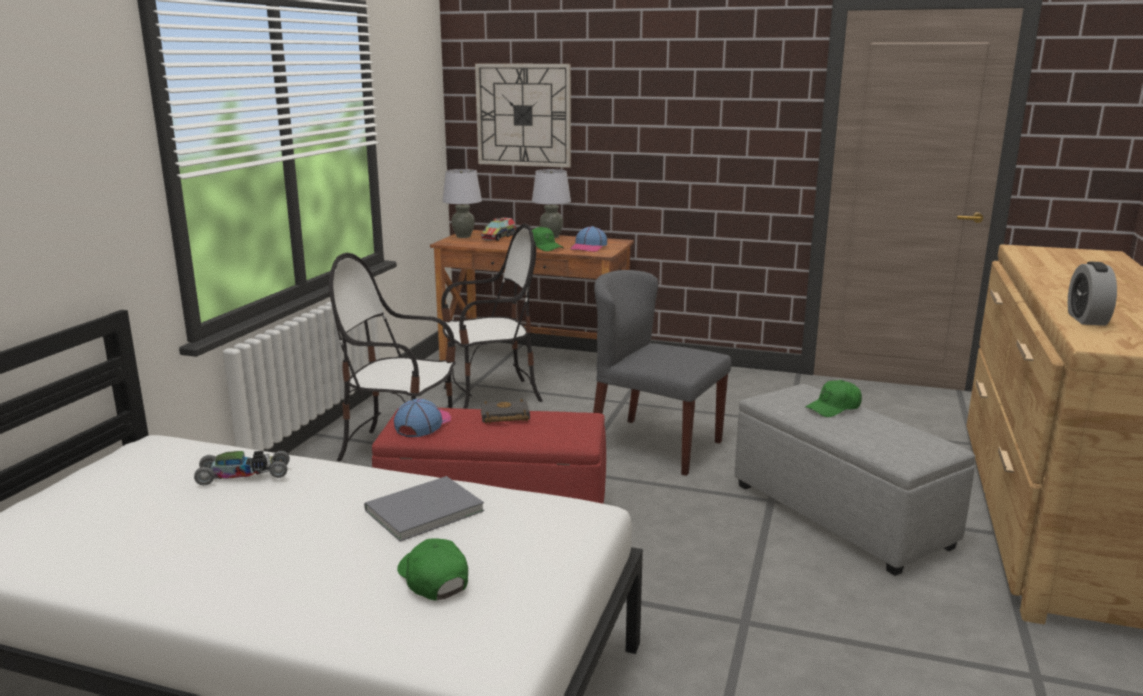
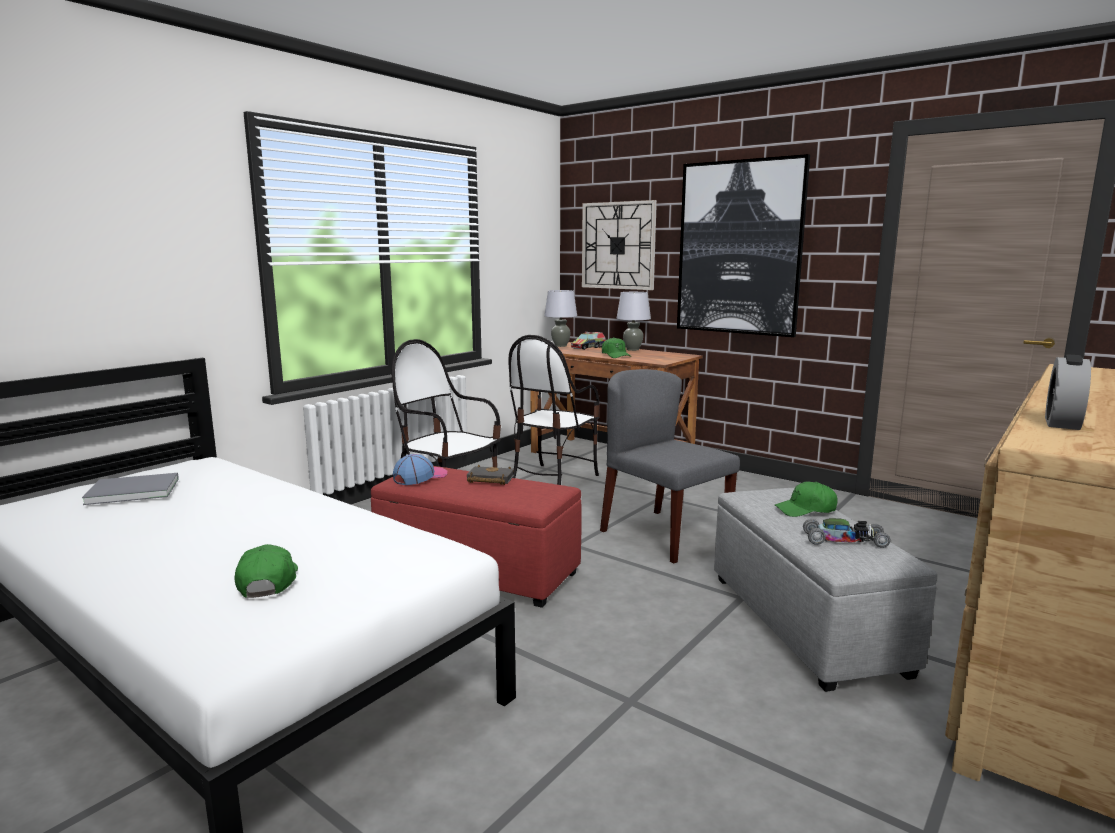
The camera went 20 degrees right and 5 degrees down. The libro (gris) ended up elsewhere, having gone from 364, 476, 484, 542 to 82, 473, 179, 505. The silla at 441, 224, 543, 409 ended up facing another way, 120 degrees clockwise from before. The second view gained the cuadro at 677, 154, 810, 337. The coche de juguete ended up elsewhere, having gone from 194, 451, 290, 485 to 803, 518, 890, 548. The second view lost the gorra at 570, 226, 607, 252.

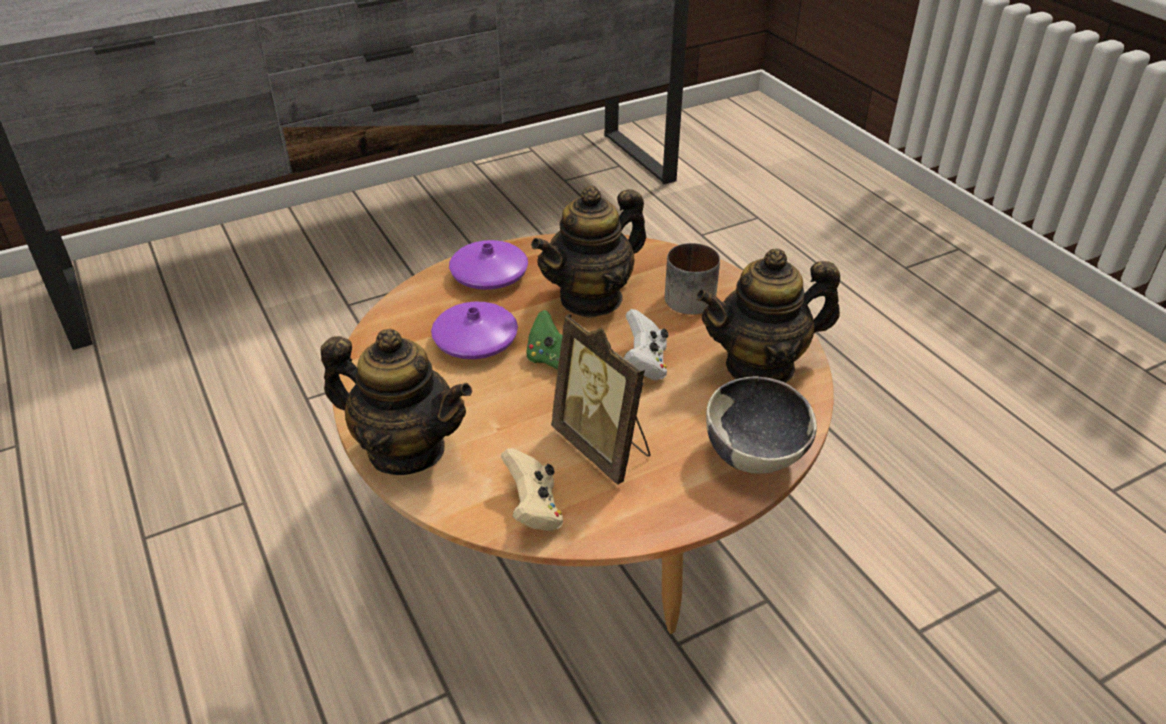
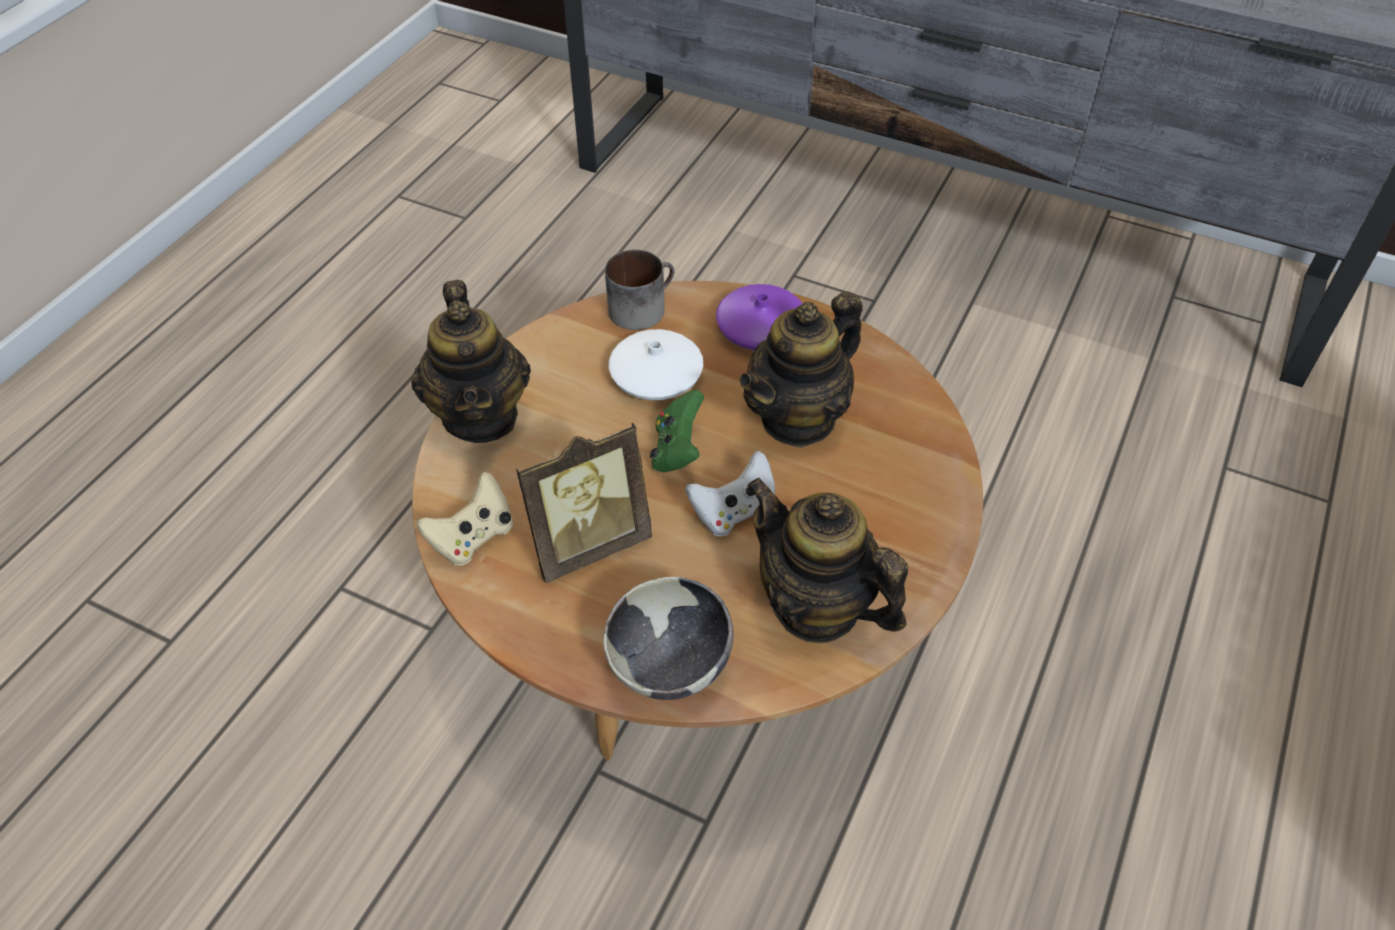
The camera went 55 degrees right and 10 degrees up. The portarretratos at 551, 314, 651, 485 ended up facing another way, 135 degrees counterclockwise from before. The taza grande ended up elsewhere, having gone from 665, 243, 720, 314 to 605, 249, 675, 330. What was the florero (morado) at 431, 302, 518, 359 turned into the florero (blanco) at 609, 329, 703, 400. The tetera at 531, 186, 646, 318 ended up facing another way, 60 degrees counterclockwise from before.

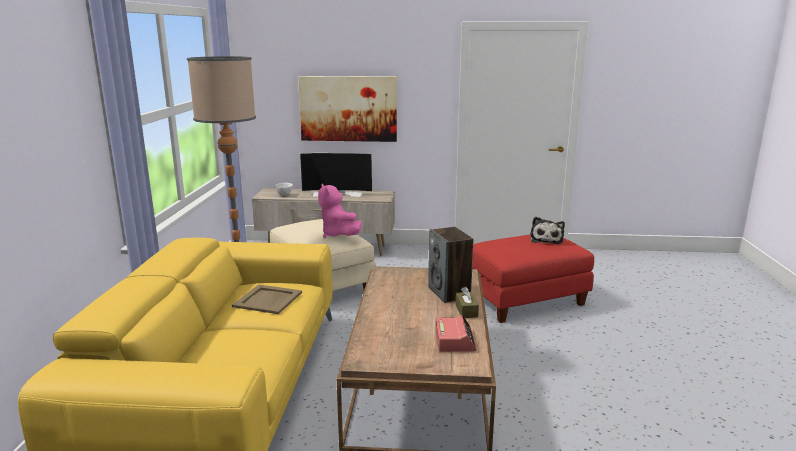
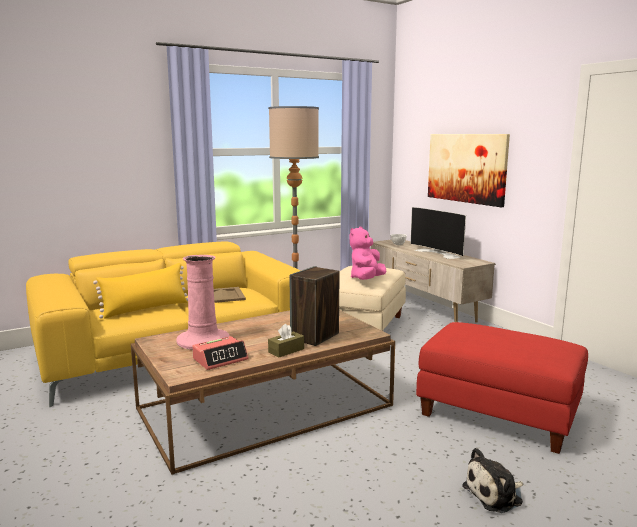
The camera went 55 degrees right and 5 degrees down. The second view gained the cojín (amarillo) at 93, 263, 188, 319. The second view gained the florero (rosa) at 176, 255, 229, 350. The peluche ended up elsewhere, having gone from 530, 217, 565, 244 to 462, 448, 524, 513.

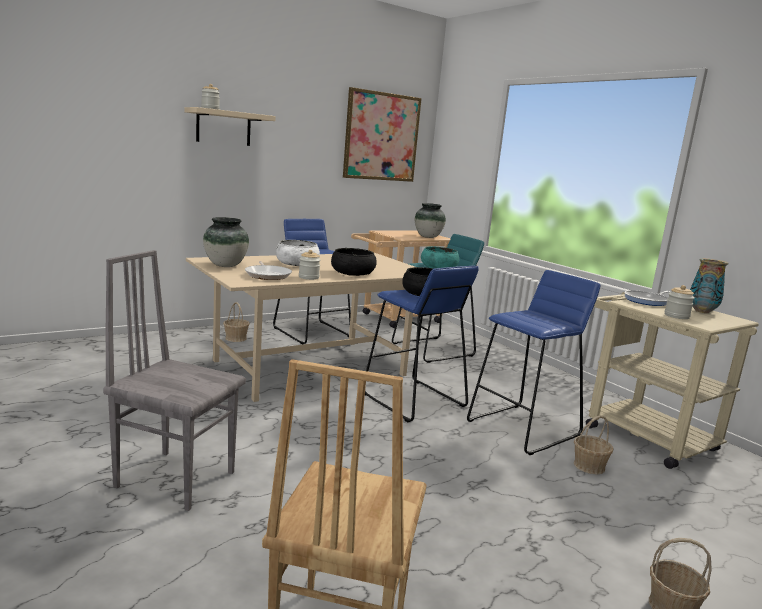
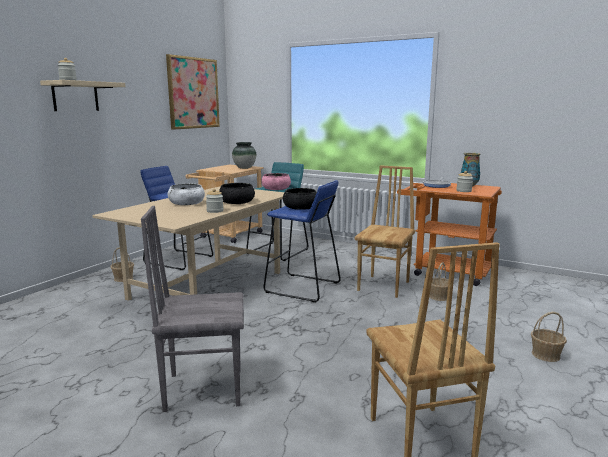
The camera went 25 degrees left and 0 degrees up. What was the cuenco (turquesa) at 421, 246, 459, 268 turned into the cuenco (rosa) at 261, 173, 291, 190. Where the taburete (azul) stood at 467, 270, 601, 455, the silla (marrón) came to stand at 355, 165, 415, 298. What was the carrito (beis) at 586, 292, 759, 469 turned into the carrito (naranja) at 397, 183, 502, 286. The second view lost the florero at 203, 217, 249, 267. The second view lost the sartén at 245, 261, 292, 280.

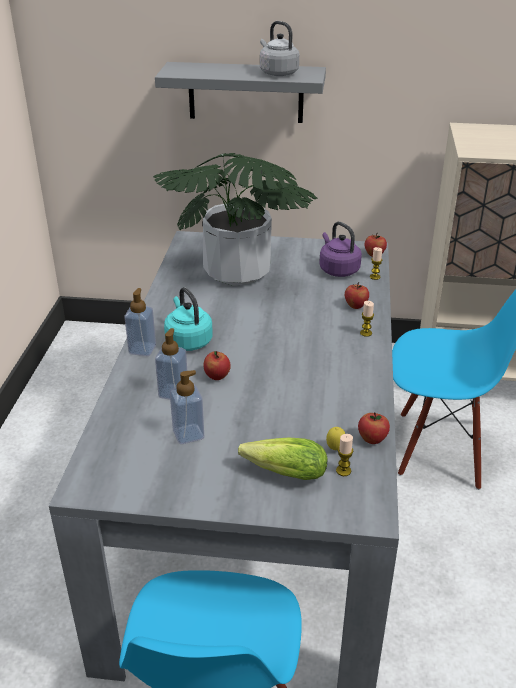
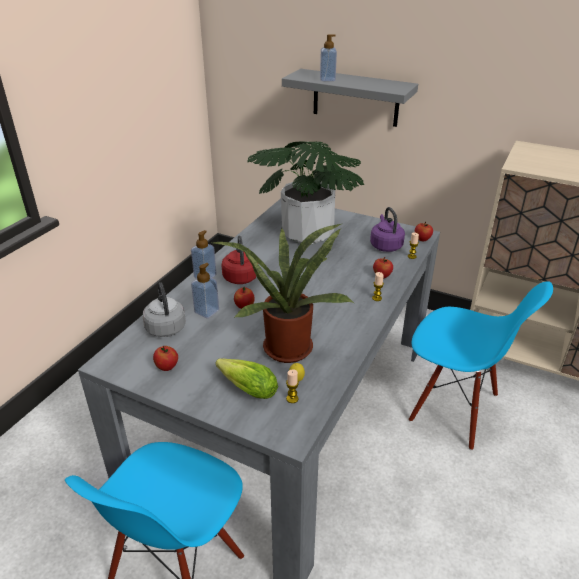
The camera went 20 degrees right and 0 degrees up. The hervidor (gris) ended up elsewhere, having gone from 260, 21, 299, 76 to 143, 282, 186, 337. The manzana ended up elsewhere, having gone from 358, 412, 390, 444 to 153, 346, 178, 371. The second view gained the planta en maceta at 210, 224, 354, 363. What was the hervidor (turquesa) at 164, 287, 213, 351 turned into the hervidor (rojo) at 221, 236, 257, 284. The dispensador de jabón ended up elsewhere, having gone from 170, 370, 204, 444 to 320, 34, 337, 81.

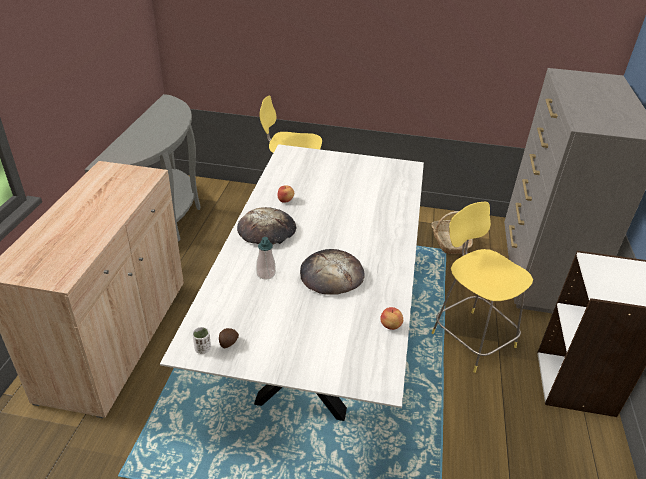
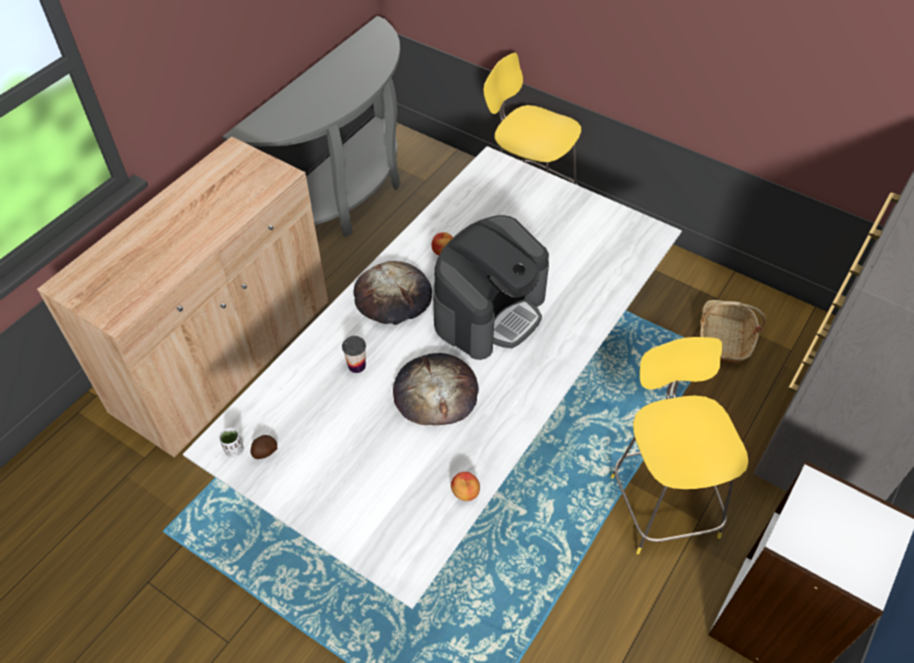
The camera went 25 degrees right and 15 degrees up. Where the dispensador de jabón stood at 256, 237, 276, 280, the taza came to stand at 342, 336, 366, 373. The second view gained the cafetera at 433, 215, 549, 360.

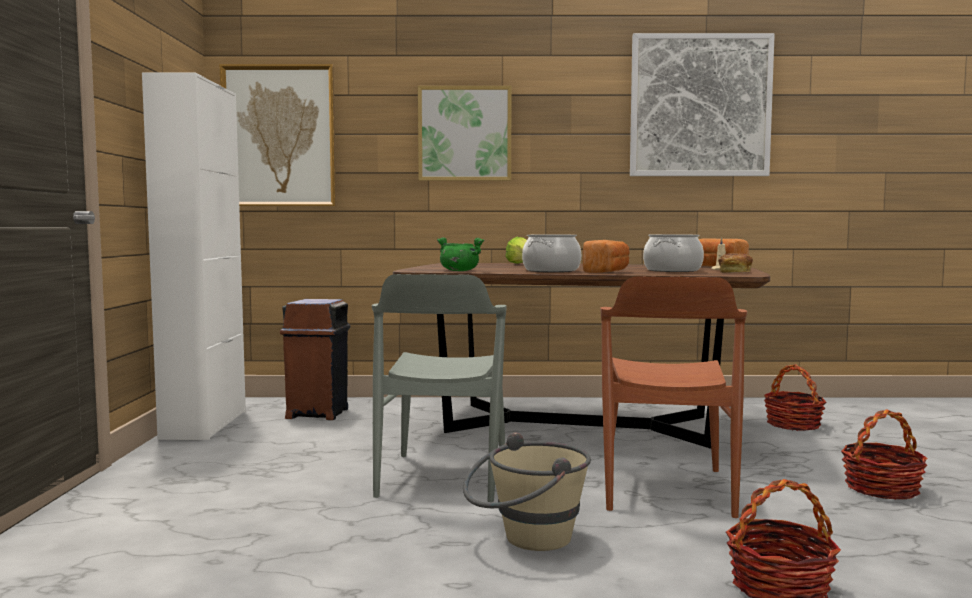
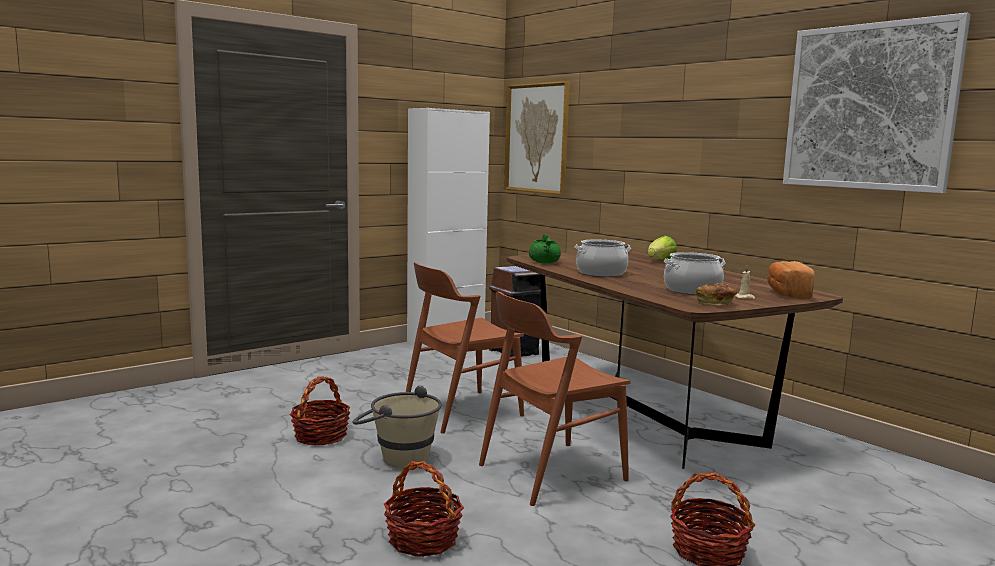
The camera went 50 degrees right and 5 degrees up. The cesta ended up elsewhere, having gone from 764, 364, 826, 431 to 290, 376, 350, 446. What was the silla (gris) at 372, 274, 507, 502 turned into the silla (marrón) at 406, 263, 524, 434. The second view lost the cuadro at 418, 86, 512, 181. The second view lost the pan at 583, 240, 630, 273.

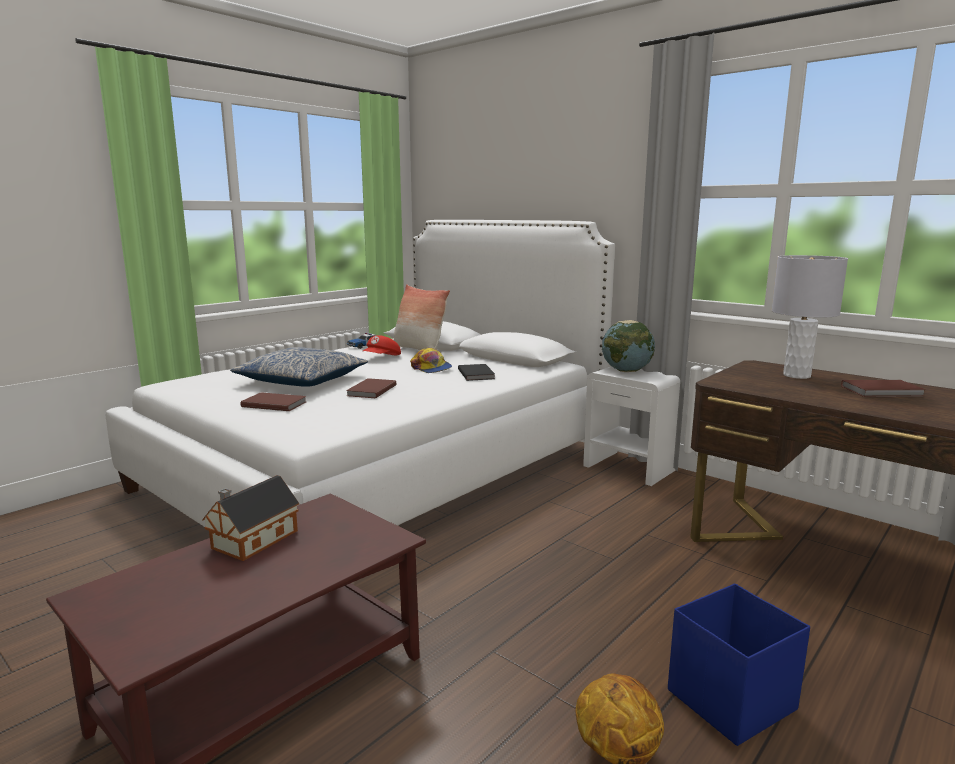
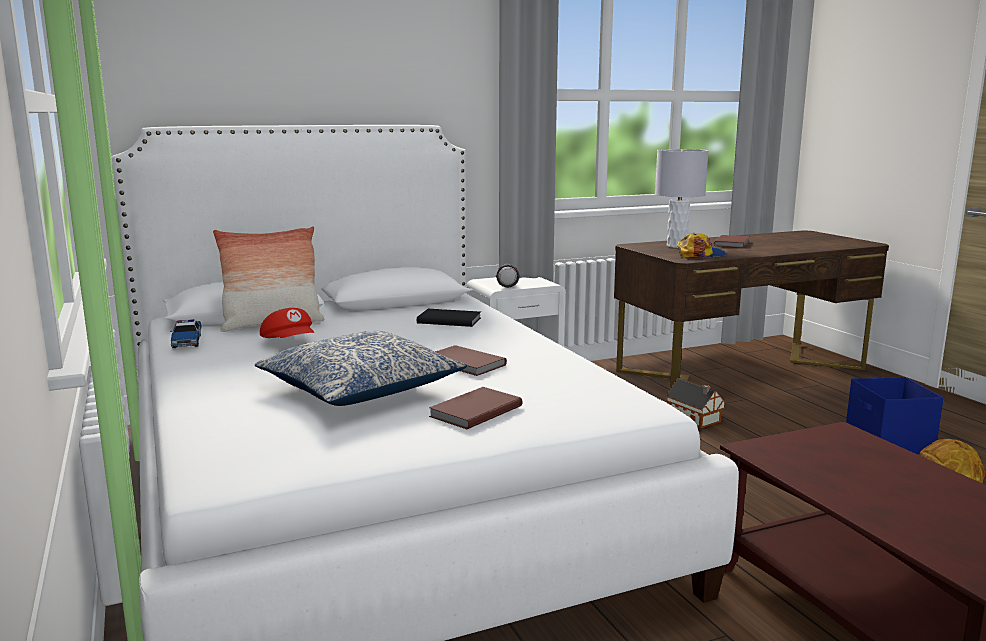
The camera went 65 degrees left and 0 degrees up. Where the globo terráqueo stood at 602, 320, 655, 372, the linterna came to stand at 496, 264, 520, 288. The casita ended up elsewhere, having gone from 202, 475, 299, 561 to 666, 378, 726, 428. The gorra ended up elsewhere, having gone from 410, 348, 452, 373 to 677, 233, 726, 258.

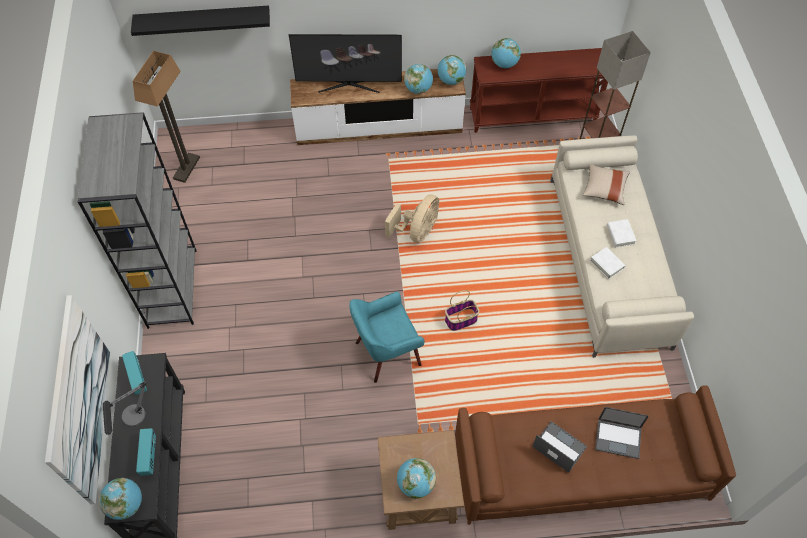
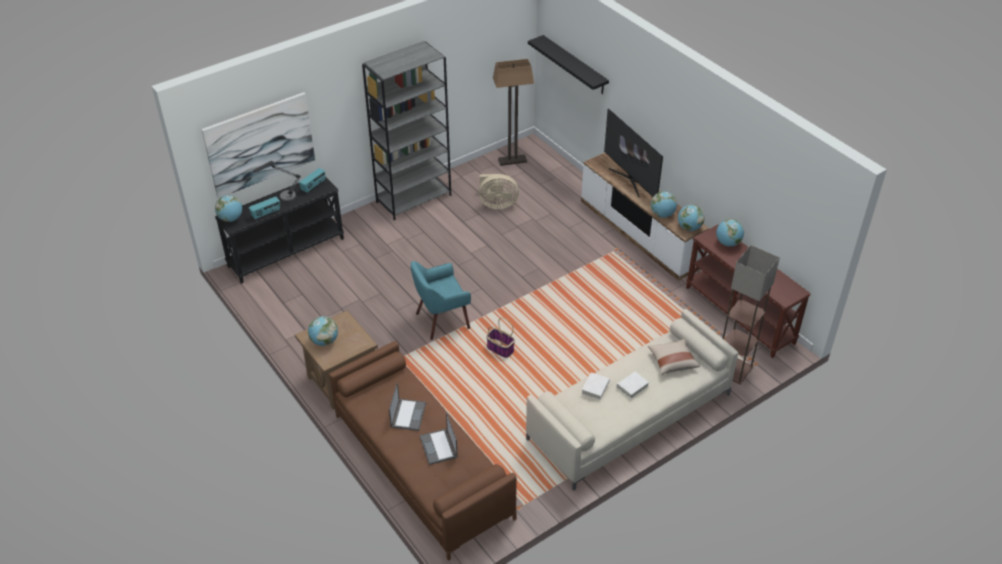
The camera went 60 degrees right and 15 degrees down. The sillón (turquesa) at 349, 291, 425, 383 ended up facing another way, 60 degrees counterclockwise from before. The ventilador (beis) ended up elsewhere, having gone from 385, 194, 439, 243 to 478, 174, 519, 209.

